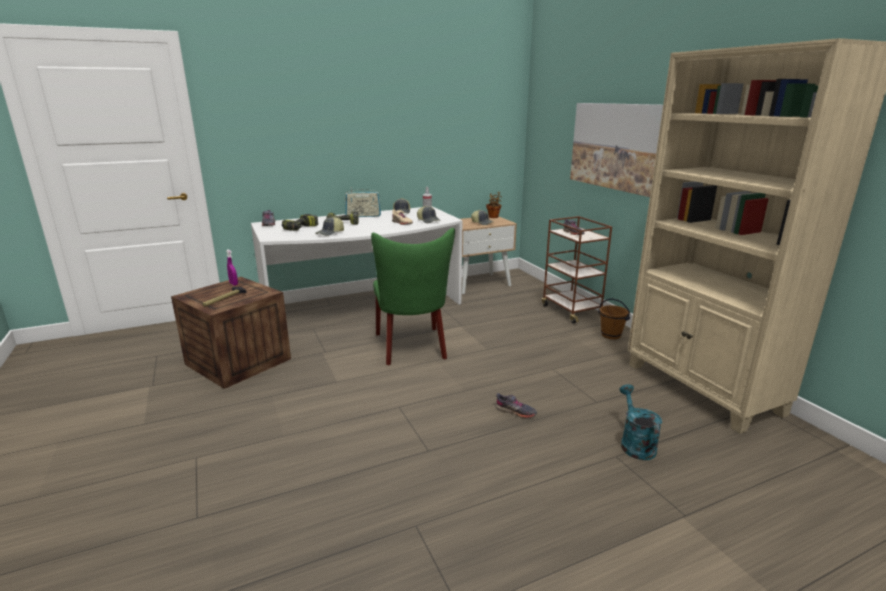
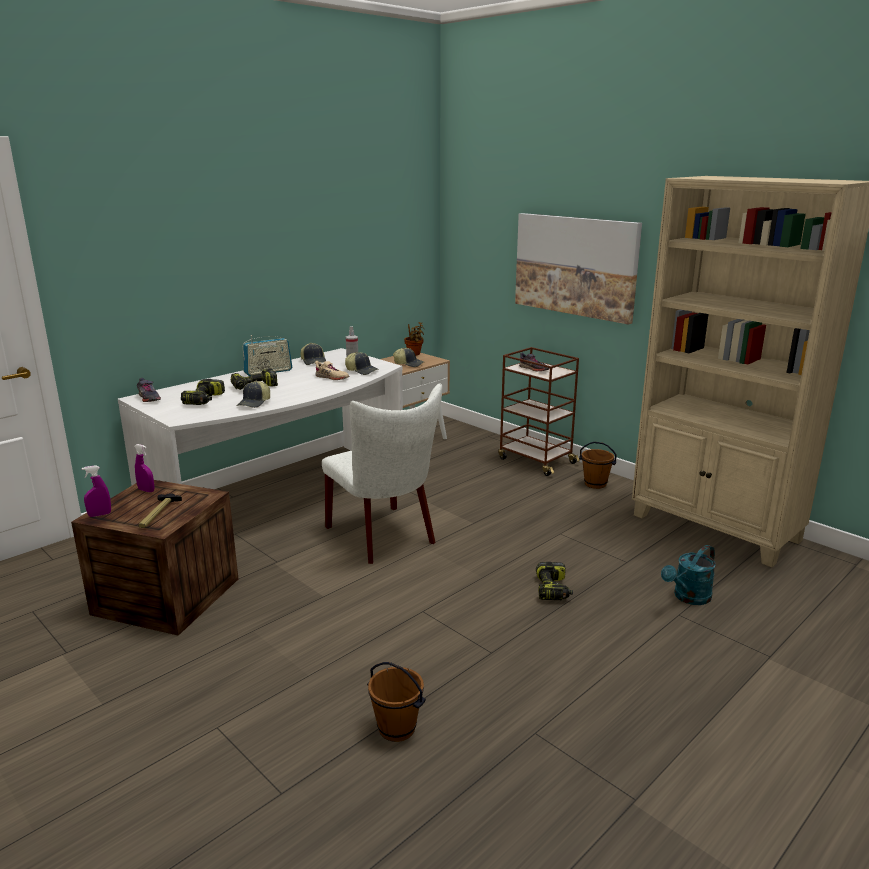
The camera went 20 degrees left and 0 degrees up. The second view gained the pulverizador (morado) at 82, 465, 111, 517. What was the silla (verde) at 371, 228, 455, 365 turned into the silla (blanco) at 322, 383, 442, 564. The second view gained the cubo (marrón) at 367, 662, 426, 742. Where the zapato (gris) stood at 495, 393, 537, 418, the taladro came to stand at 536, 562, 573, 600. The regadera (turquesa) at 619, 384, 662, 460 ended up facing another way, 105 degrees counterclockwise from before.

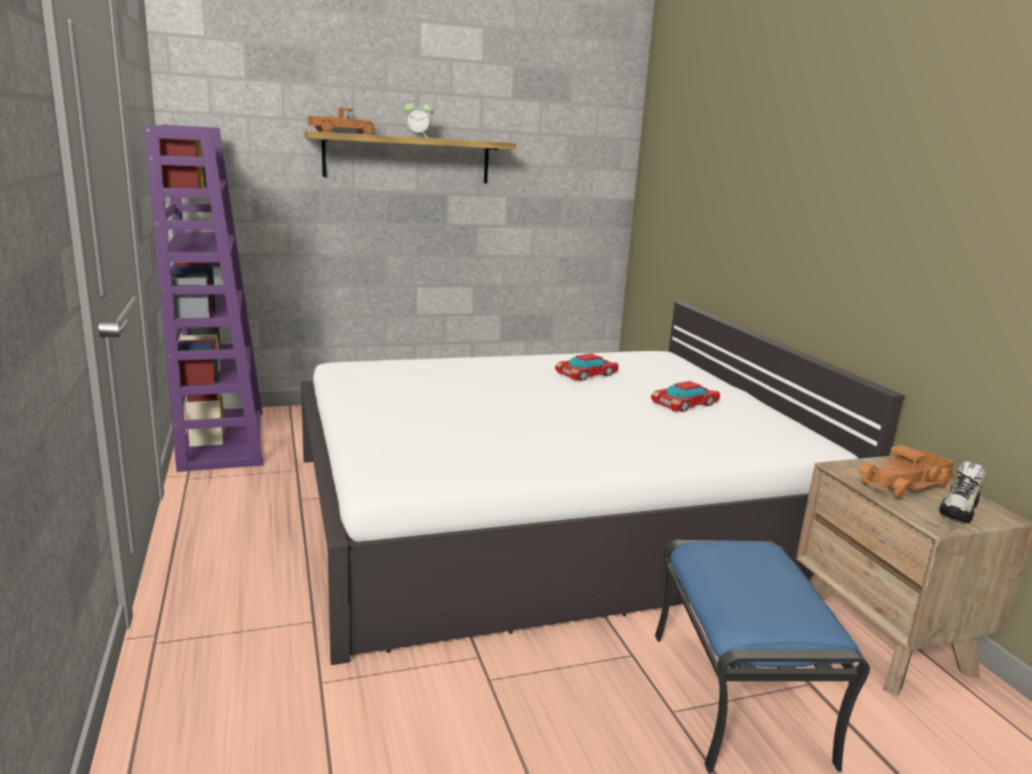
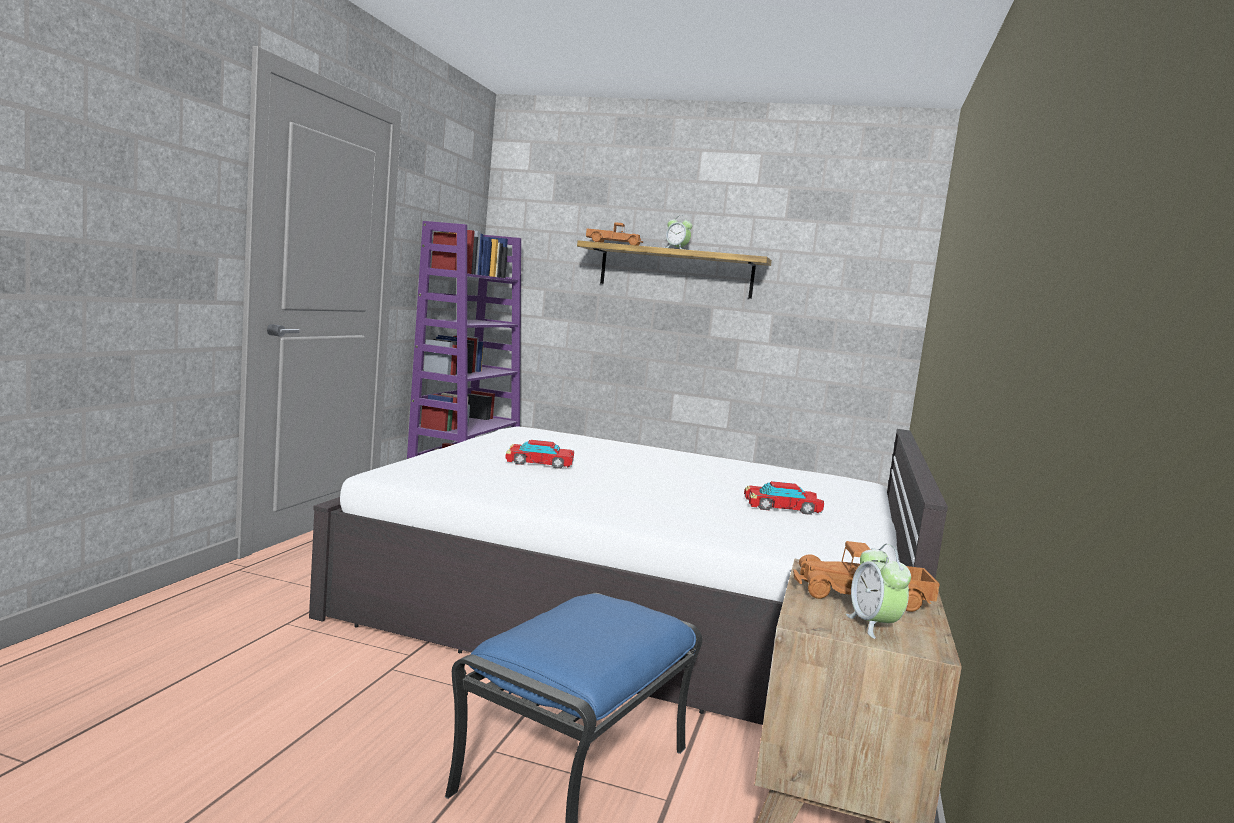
The camera went 35 degrees right and 10 degrees down. The coche de juguete ended up elsewhere, having gone from 555, 353, 619, 381 to 505, 440, 574, 469. Where the zapato stood at 939, 461, 986, 523, the despertador came to stand at 846, 544, 911, 639.

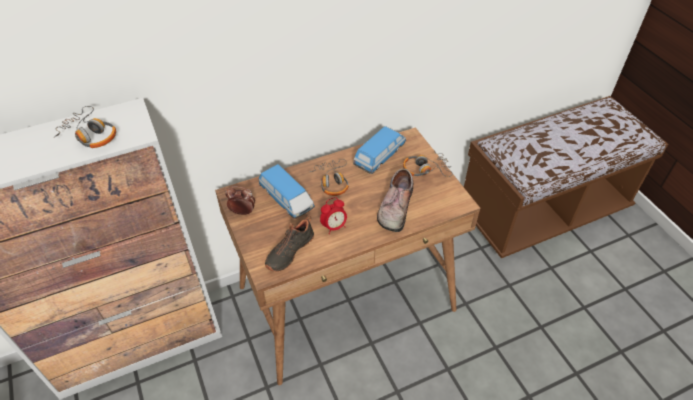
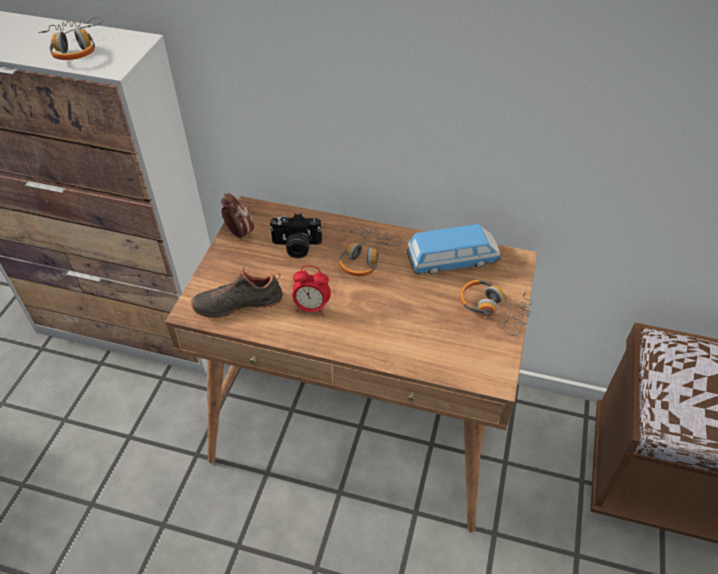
The camera went 40 degrees right and 0 degrees up. Where the coche de juguete stood at 259, 164, 315, 219, the cámara came to stand at 270, 213, 322, 259. The second view lost the zapato at 377, 168, 413, 232.

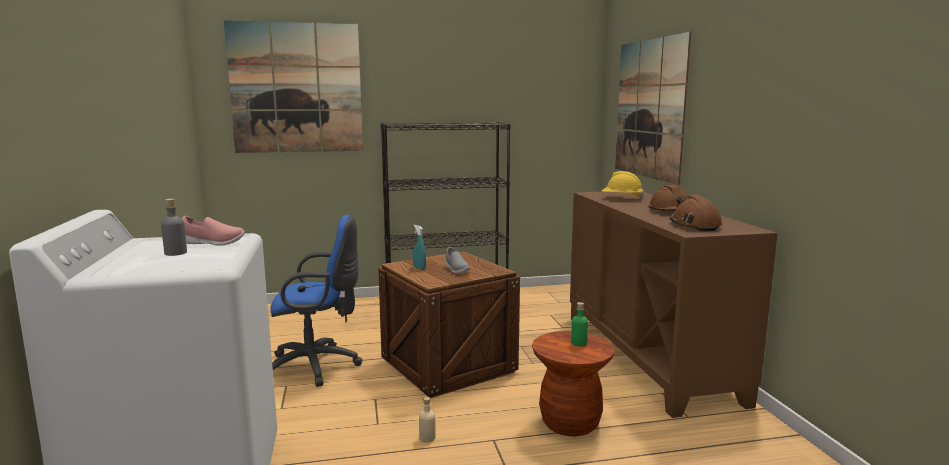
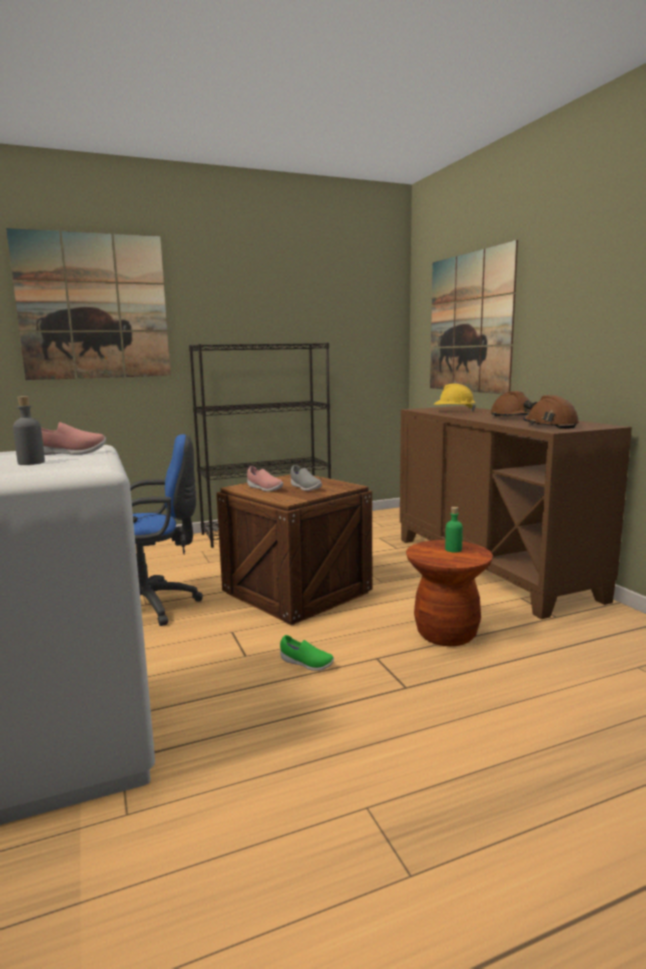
The camera went 10 degrees left and 0 degrees up. Where the pulverizador (turquesa) stood at 413, 225, 426, 270, the zapato (rosa) came to stand at 247, 466, 283, 492. Where the botella (beis) stood at 419, 397, 436, 443, the zapato (verde) came to stand at 280, 635, 334, 671.

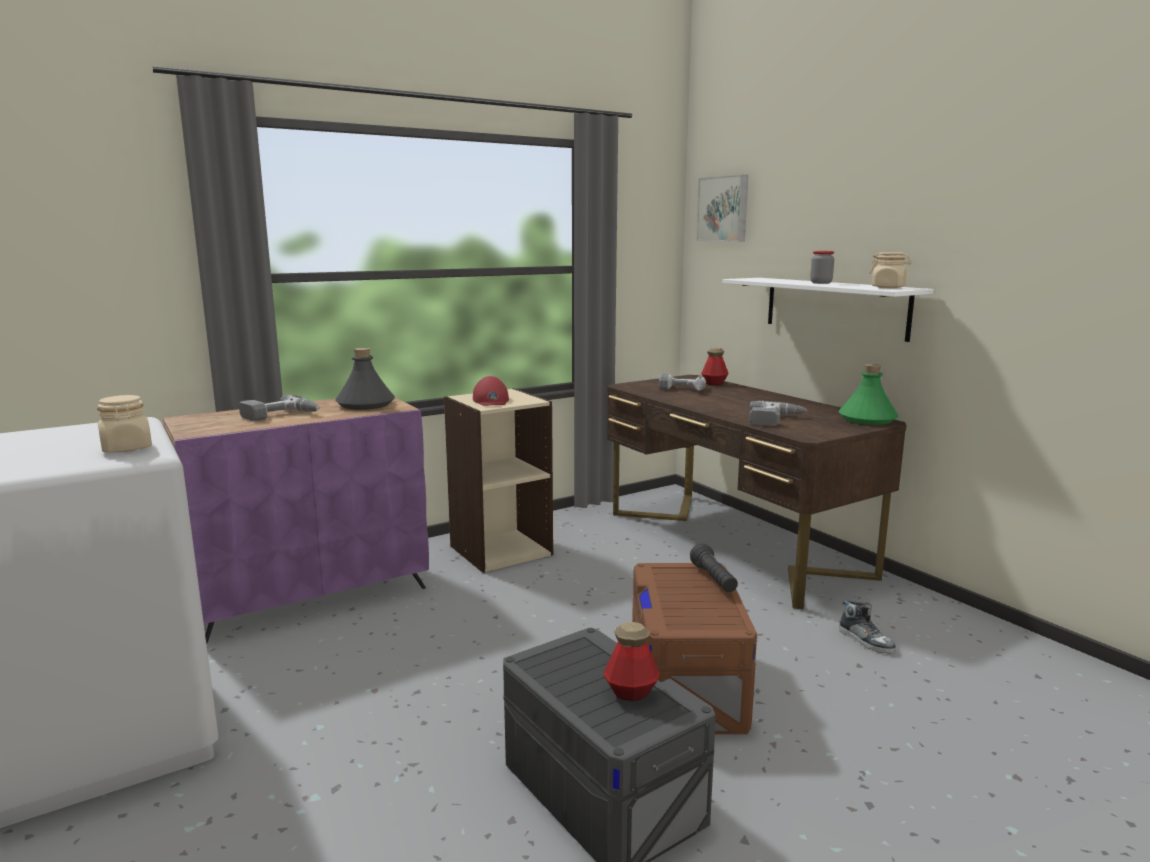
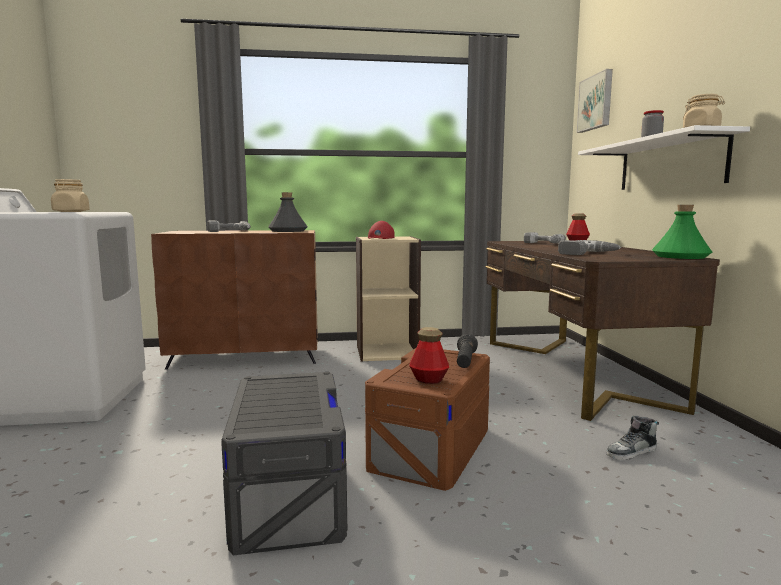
The camera went 25 degrees right and 5 degrees down. What was the armario (morado) at 163, 397, 429, 644 turned into the armario (marrón) at 151, 230, 318, 370. The botella ended up elsewhere, having gone from 603, 622, 660, 701 to 409, 327, 449, 384. The zapato at 839, 601, 896, 653 ended up facing another way, 75 degrees clockwise from before.

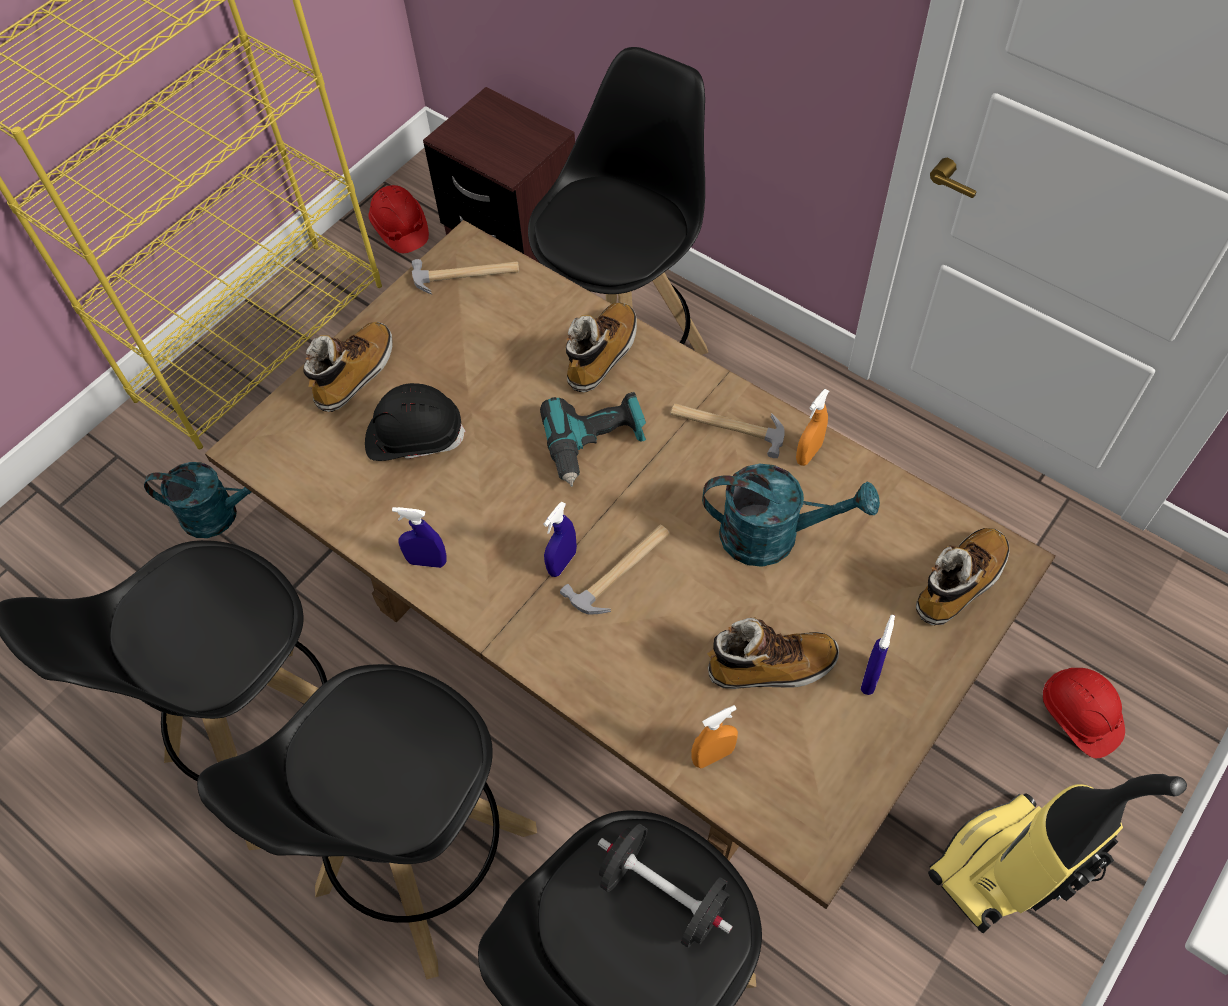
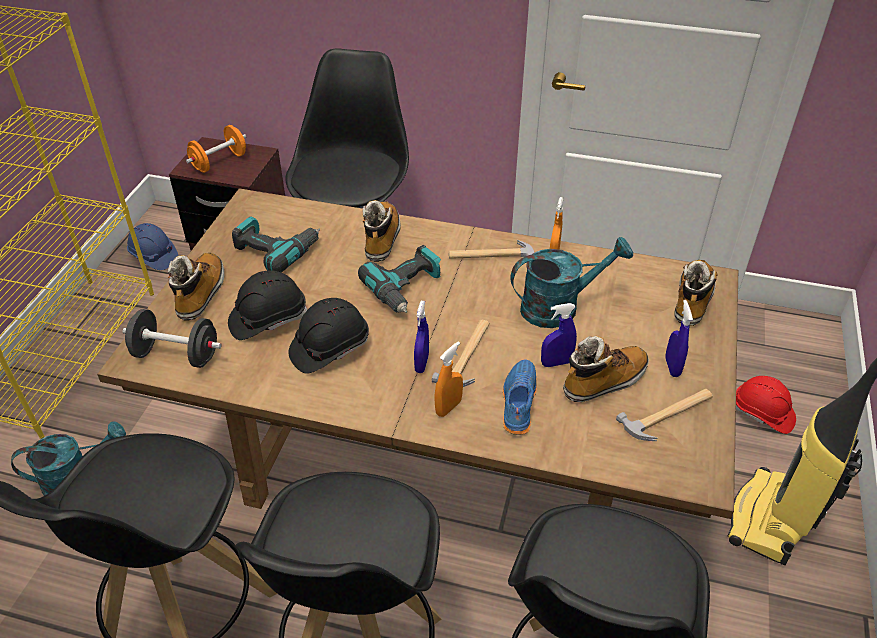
The camera went 25 degrees left and 15 degrees down. The mancuerna (negro) ended up elsewhere, having gone from 598, 824, 733, 948 to 122, 309, 222, 368. What was the casco (rojo) at 368, 185, 429, 253 turned into the casco (azul) at 127, 223, 178, 270. The second view gained the mancuerna (naranja) at 186, 125, 246, 173. The second view gained the taladro at 232, 216, 320, 272. The second view gained the casco (negro) at 289, 298, 369, 374. The pulverizador (naranja) ended up elsewhere, having gone from 691, 705, 738, 768 to 435, 341, 463, 417. The second view gained the zapato (azul) at 503, 359, 537, 435. The pulverizador (azul) ended up elsewhere, having gone from 392, 507, 446, 568 to 541, 303, 577, 367. The martillo ended up elsewhere, having gone from 412, 259, 519, 294 to 616, 389, 713, 441.

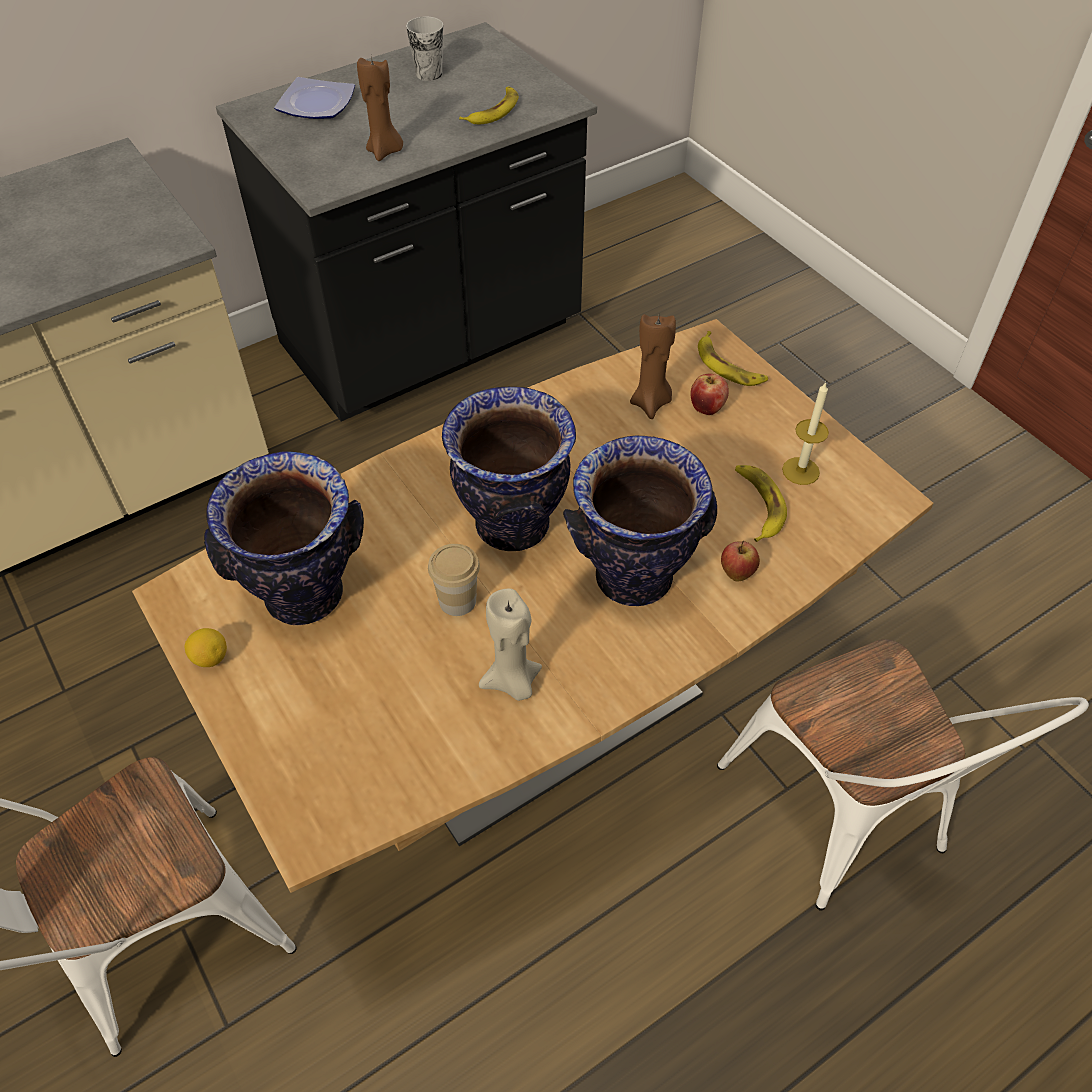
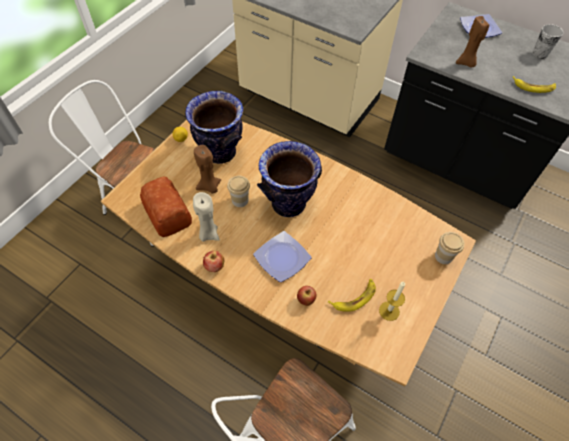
The camera went 65 degrees right and 5 degrees up. The second view gained the pan at 140, 176, 192, 237. The vela (marrón) ended up elsewhere, having gone from 630, 314, 676, 419 to 194, 145, 221, 194. The manzana ended up elsewhere, having gone from 690, 373, 729, 415 to 203, 251, 224, 272. Where the florero stood at 563, 436, 717, 606, the plato came to stand at 253, 231, 312, 282. Where the plátano stood at 698, 331, 768, 386, the taza came to stand at 435, 232, 464, 264.

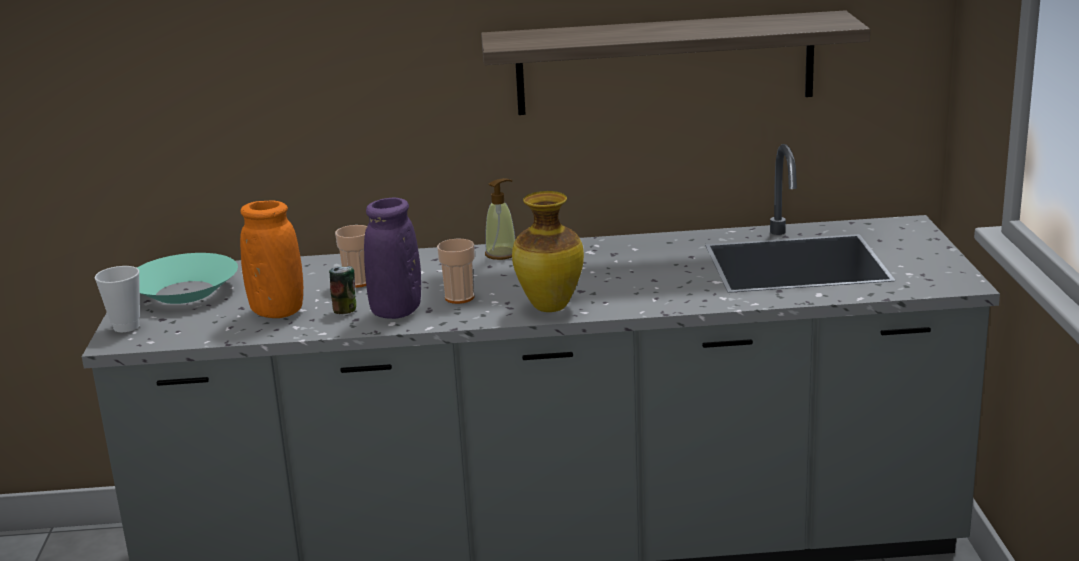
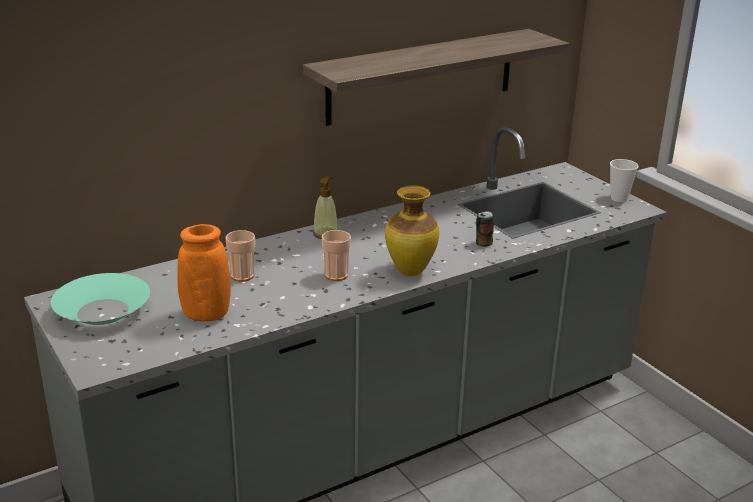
The camera went 30 degrees left and 5 degrees up. The lata ended up elsewhere, having gone from 329, 266, 356, 314 to 476, 211, 494, 247. The taza ended up elsewhere, having gone from 95, 266, 140, 332 to 610, 159, 639, 202. The second view lost the florero (morado) at 364, 197, 421, 319.

